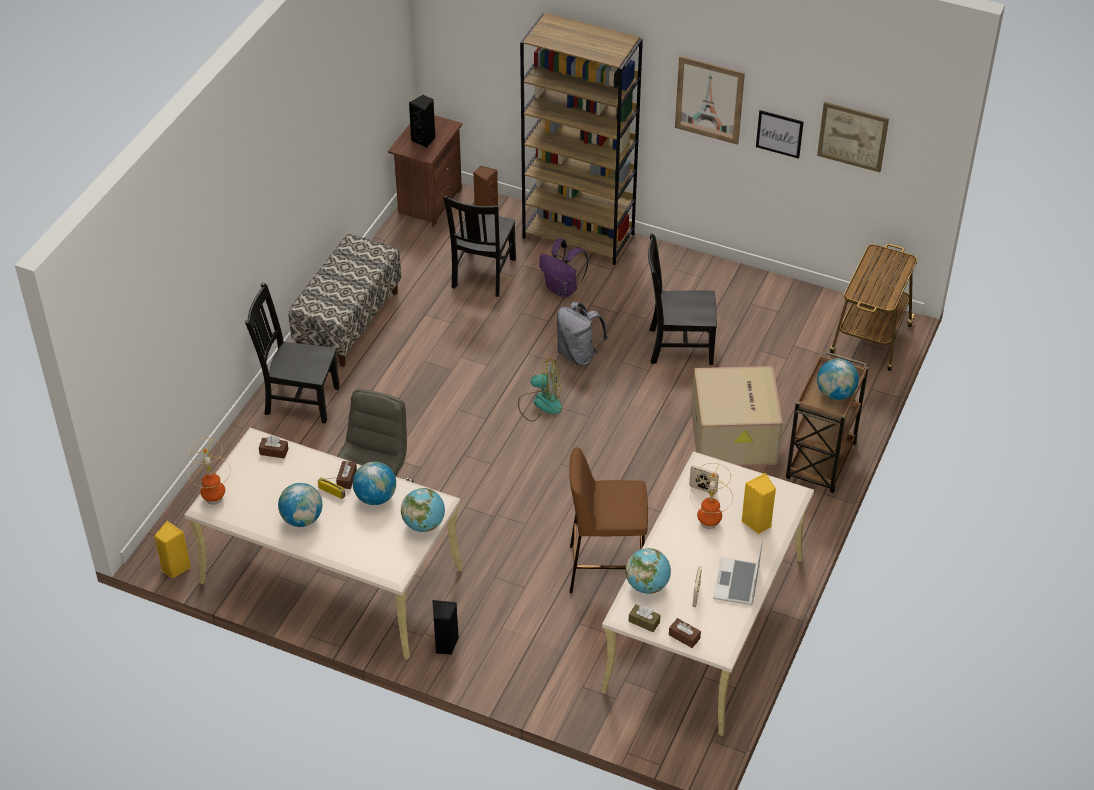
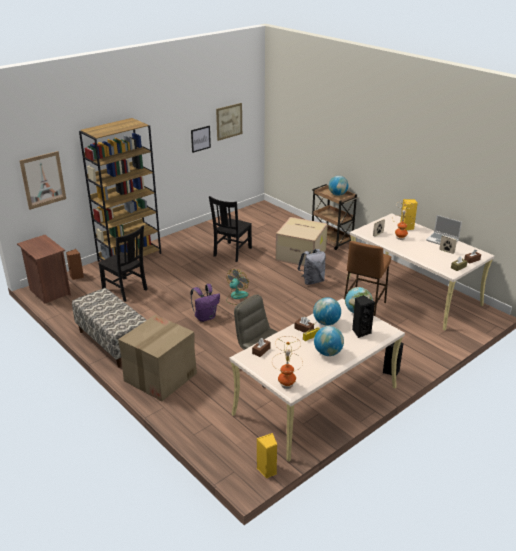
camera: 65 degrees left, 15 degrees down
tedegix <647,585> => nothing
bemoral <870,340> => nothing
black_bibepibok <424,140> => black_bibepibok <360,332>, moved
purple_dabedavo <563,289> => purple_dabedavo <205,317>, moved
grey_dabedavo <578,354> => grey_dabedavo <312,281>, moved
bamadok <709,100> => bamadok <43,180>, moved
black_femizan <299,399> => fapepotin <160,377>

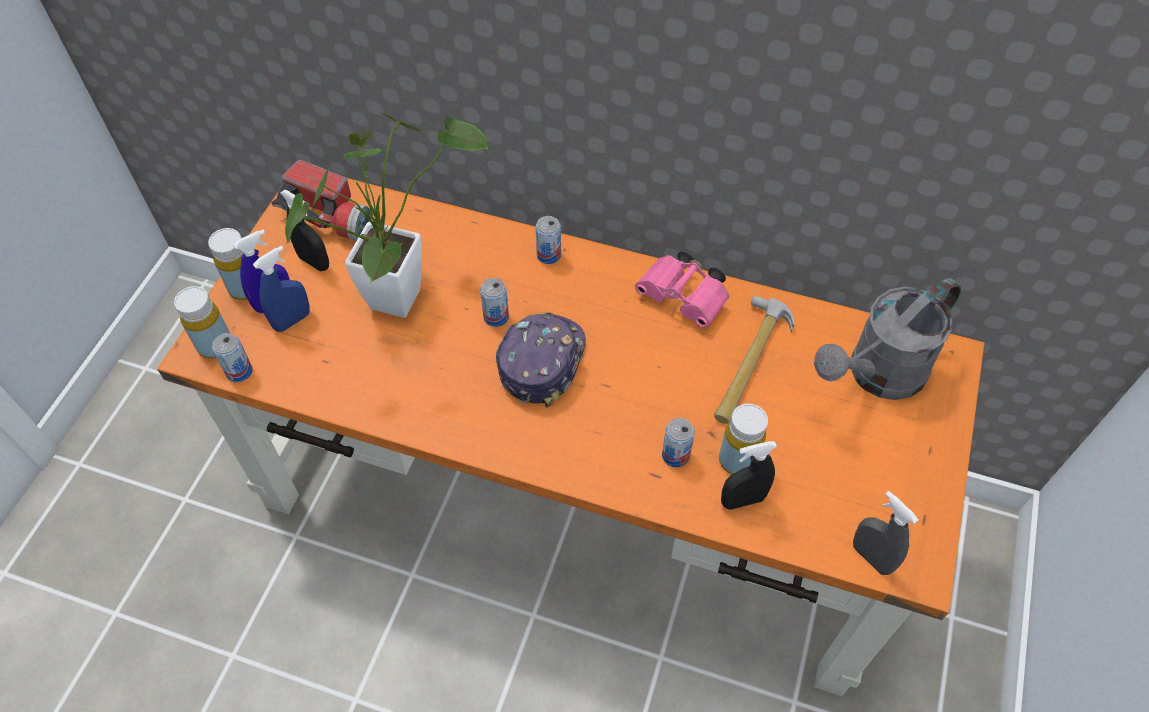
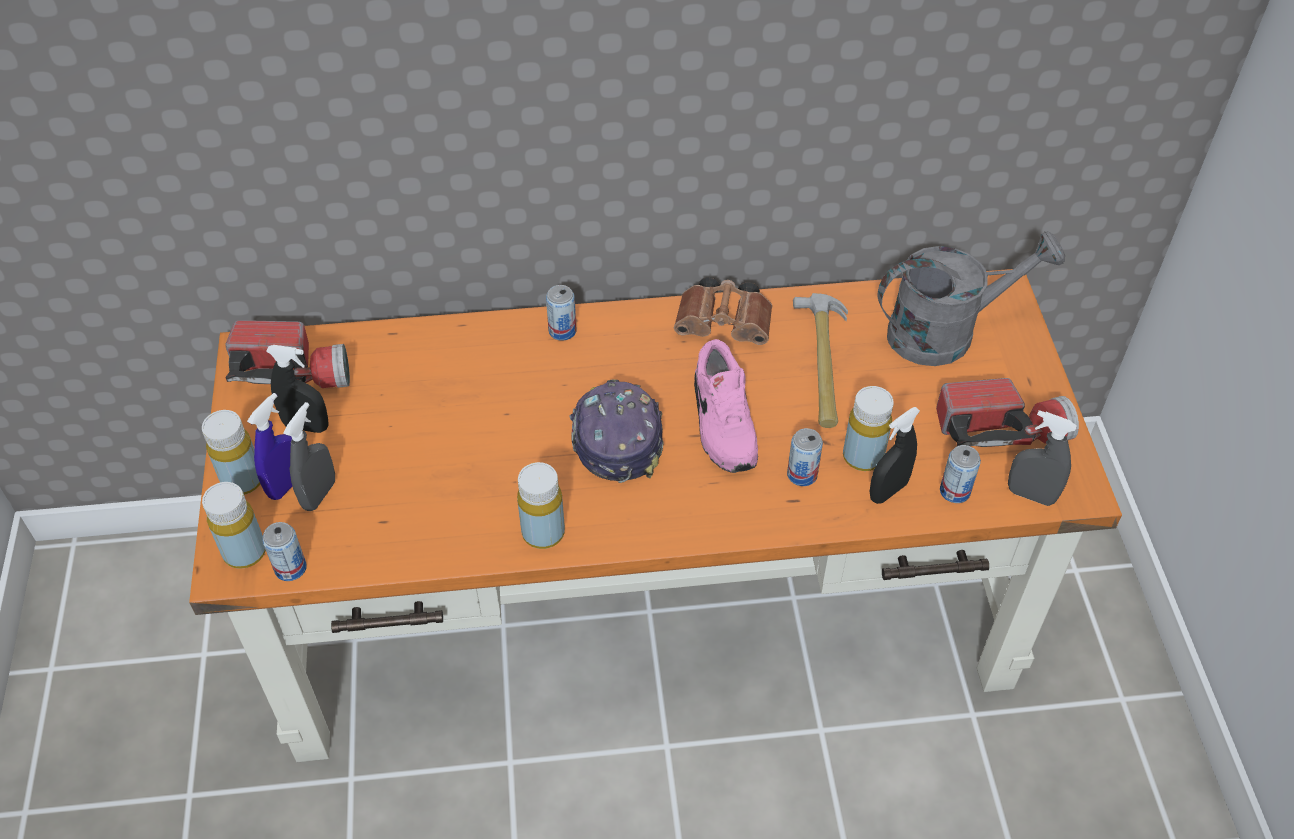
camera: 25 degrees left, 5 degrees down
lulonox <401,290> => nothing
nothing => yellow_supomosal <543,533>
nothing => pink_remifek <722,424>
nothing => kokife <1001,430>
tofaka <496,317> => tofaka <954,491>, moved
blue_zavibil <292,320> => grey_zavibil <319,494>
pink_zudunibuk <685,299> => brown_zudunibuk <726,325>
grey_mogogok <877,375> => grey_mogogok <946,332>, 135 degrees counterclockwise

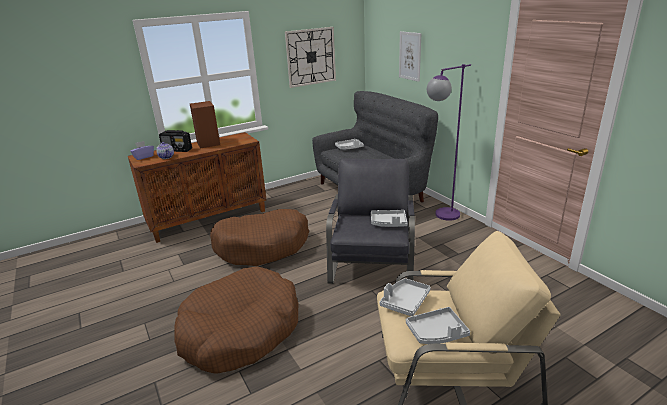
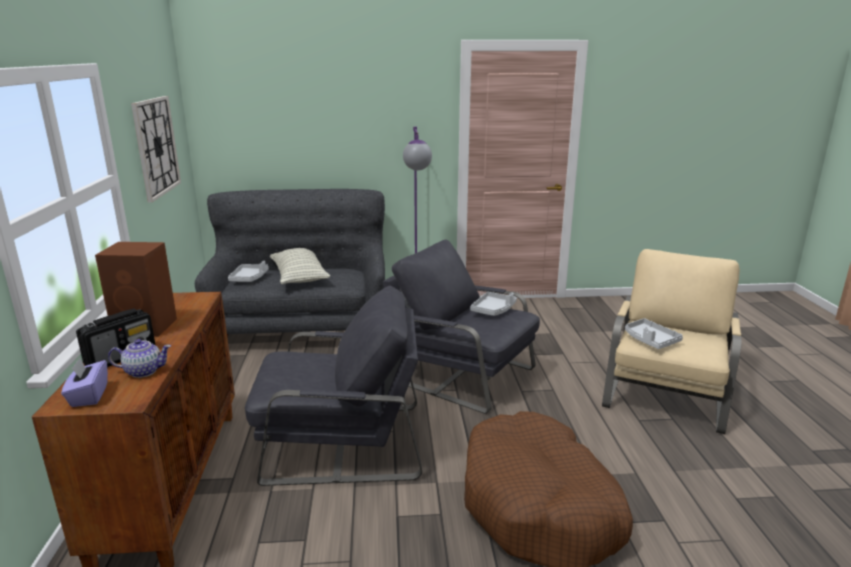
camera: 65 degrees left, 5 degrees down
bamadok <410,56> => nothing
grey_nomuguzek <437,333> => nothing
nothing => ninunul <299,277>
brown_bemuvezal <262,246> => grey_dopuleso <341,442>

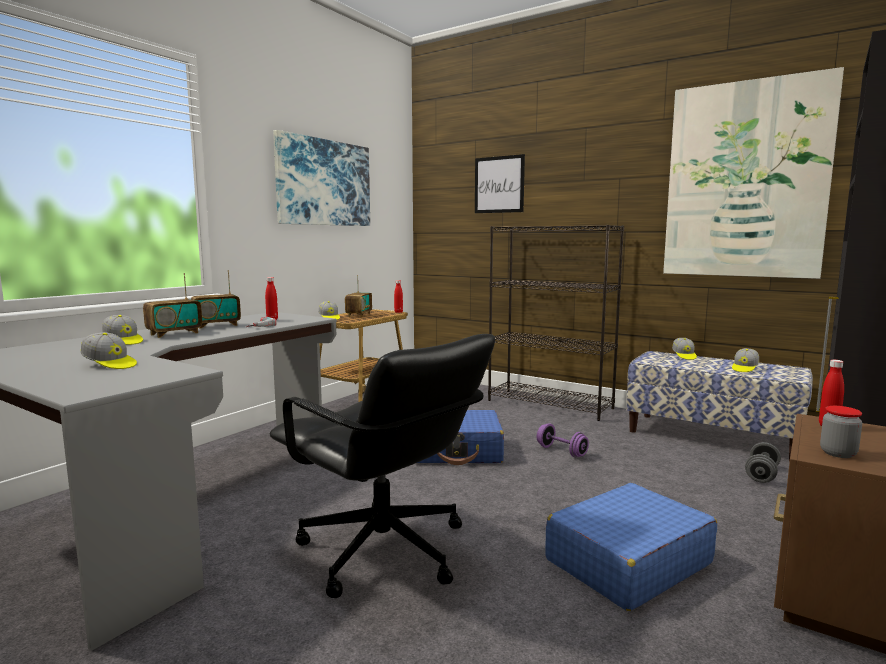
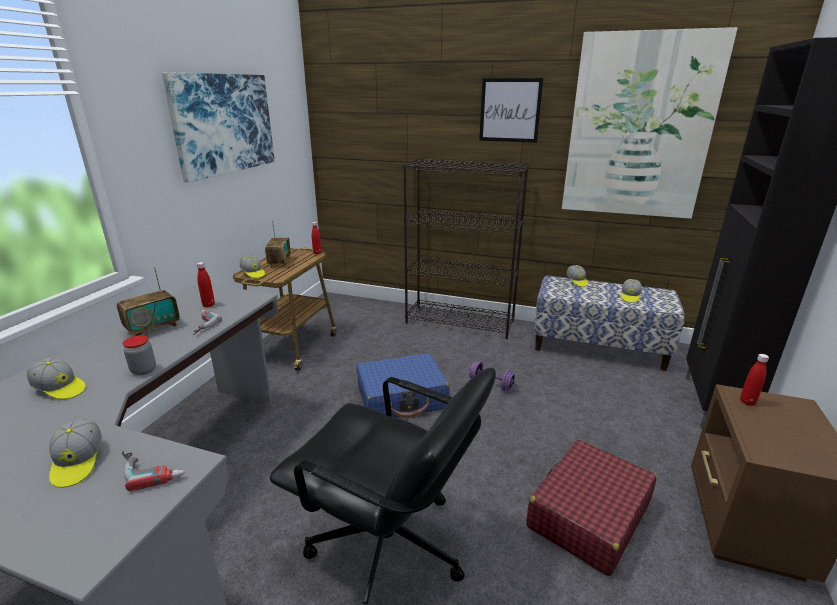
camera: 15 degrees left, 15 degrees up
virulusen <174,334> => nothing
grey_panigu <761,474> => nothing
nothing => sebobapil <153,467>
bamadok <499,184> => bamadok <510,110>, moved
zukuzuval <838,453> => zukuzuval <143,370>, moved
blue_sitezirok <627,561> => red_sitezirok <588,515>
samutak <110,365> => samutak <78,462>, 60 degrees clockwise

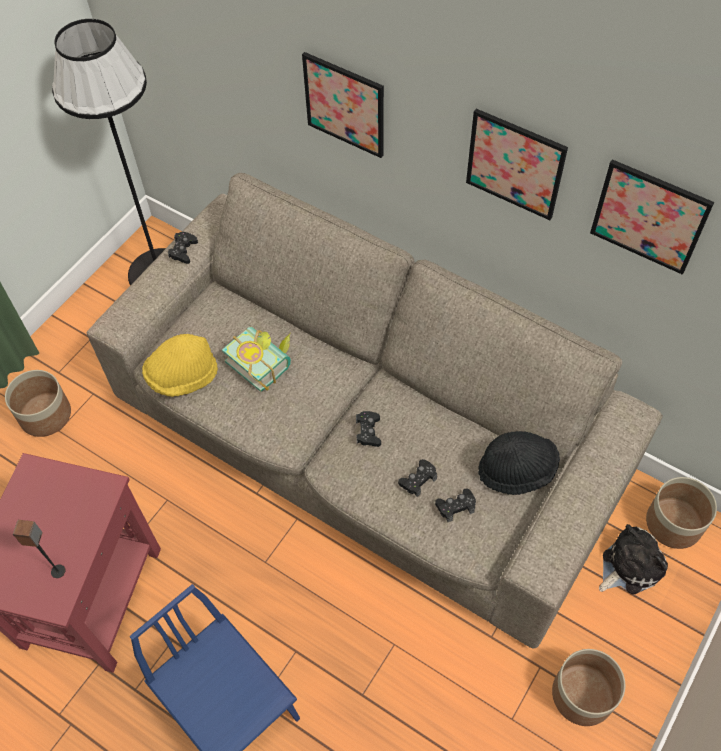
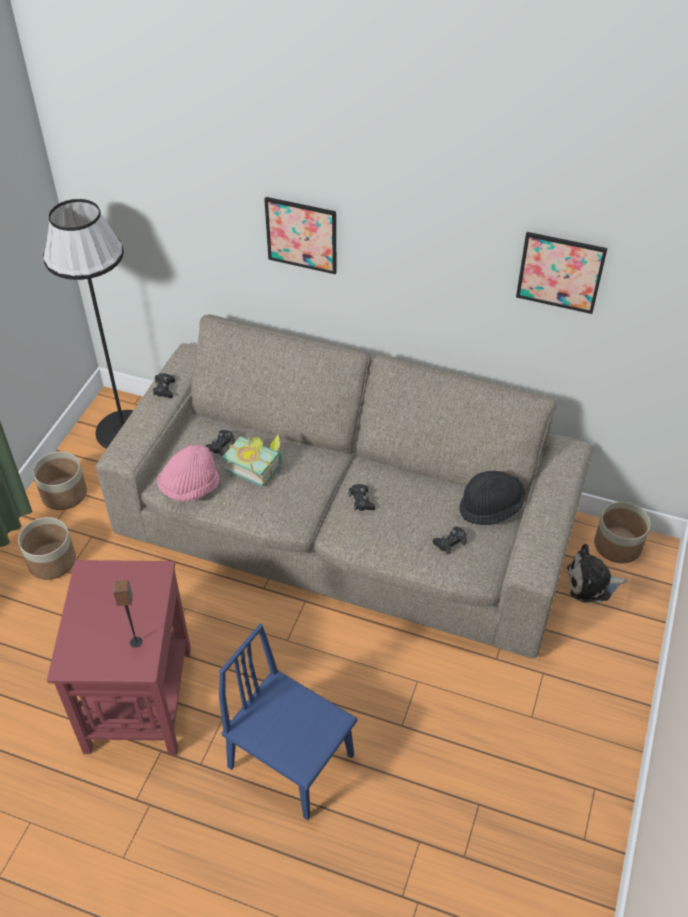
camera: 15 degrees left, 10 degrees down
bamadok <515,164> => nothing
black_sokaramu <418,480> => black_sokaramu <220,445>, moved
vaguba <582,694> => vaguba <64,494>, moved
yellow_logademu <182,376> => pink_logademu <189,487>
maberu <629,566> => maberu <592,583>, 135 degrees counterclockwise

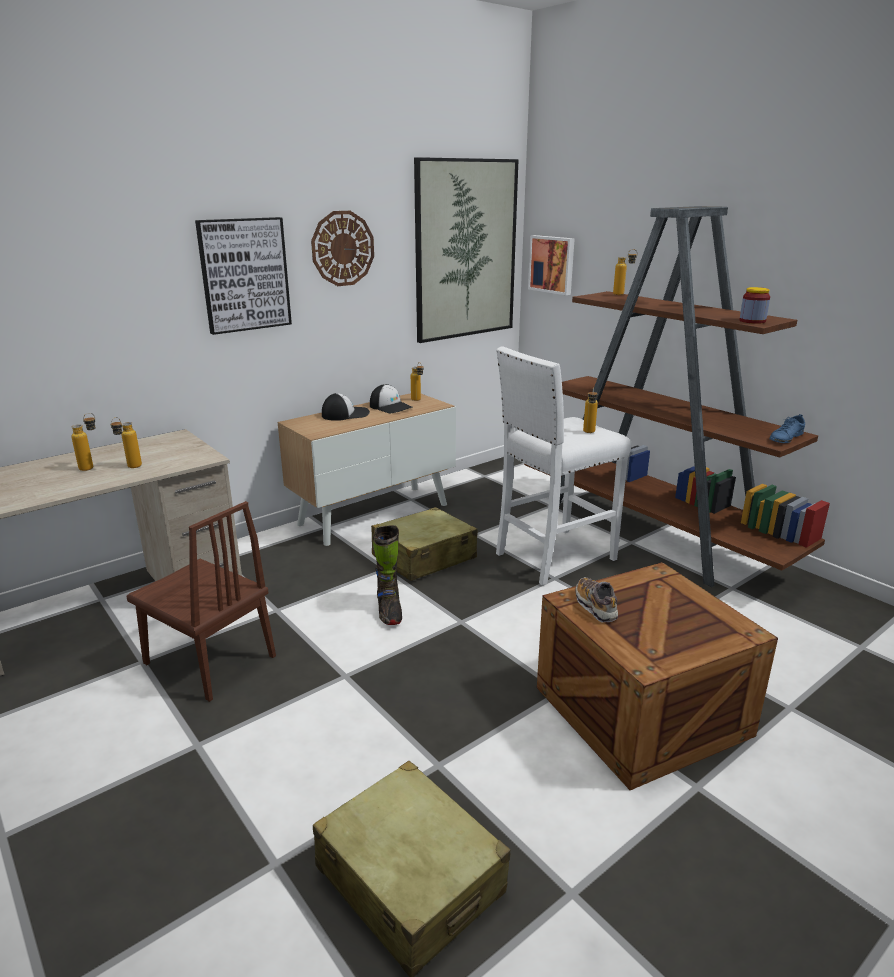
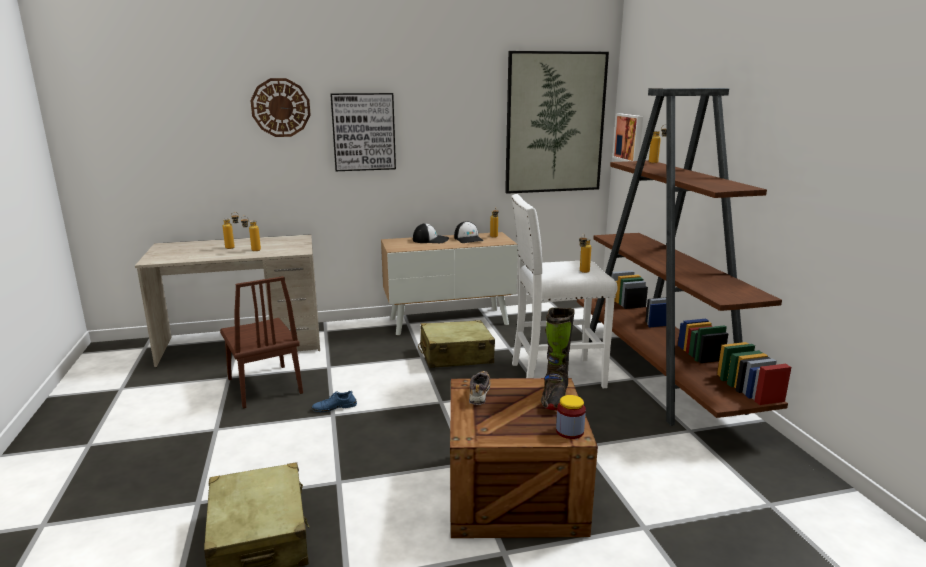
camera: 25 degrees right, 5 degrees down
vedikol <342,248> => vedikol <280,107>, moved
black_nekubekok <389,611> => black_nekubekok <554,398>, moved
zukuzuval <752,321> => zukuzuval <569,431>, moved
blue_remifek <786,438> => blue_remifek <334,407>, moved

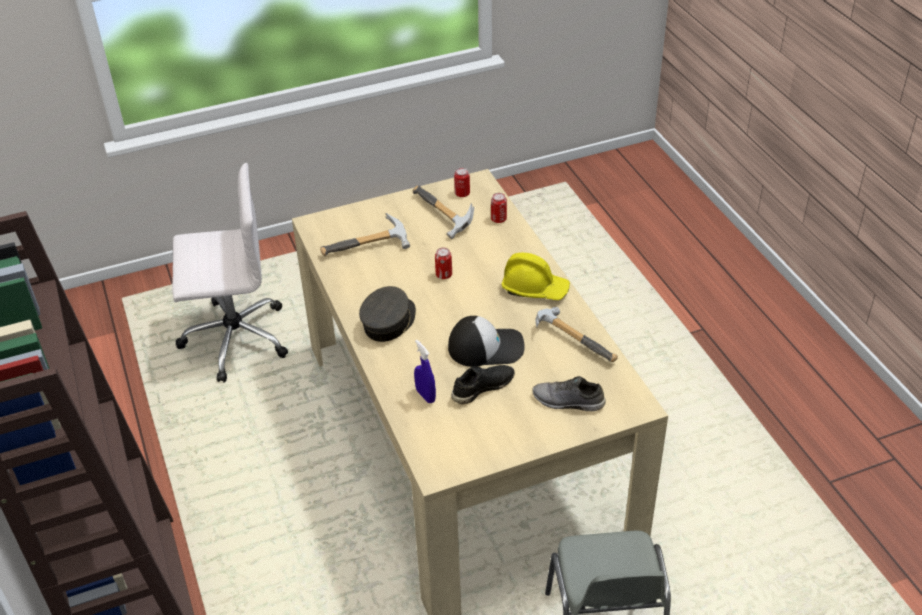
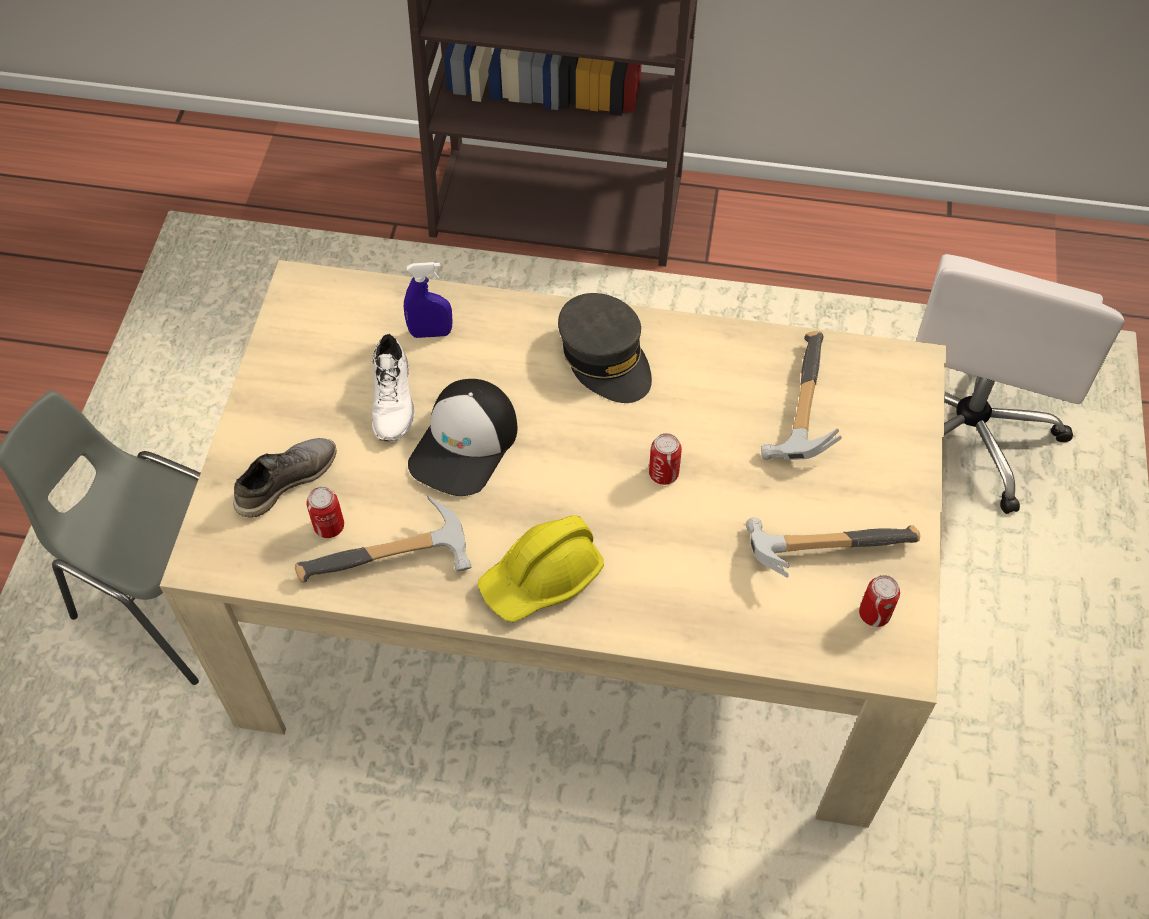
camera: 120 degrees right, 15 degrees up
tofaka <498,219> => tofaka <329,526>, moved
black_remifek <482,387> => white_remifek <394,399>

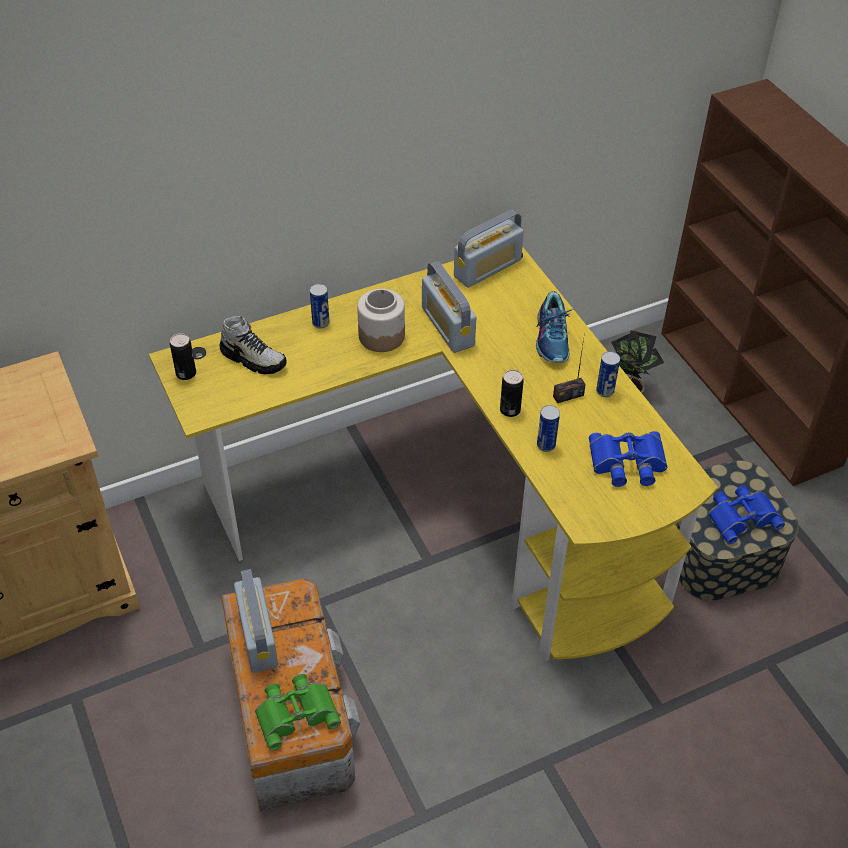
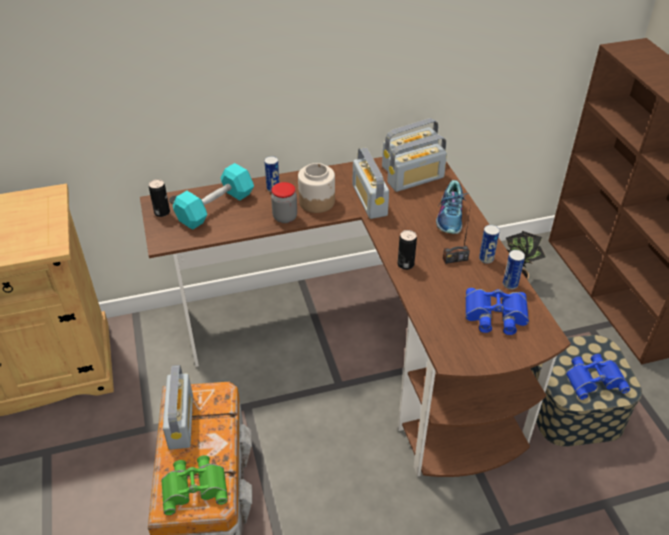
camera: 10 degrees right, 5 degrees down
nothing => zukuzuval <285,217>
nothing => virulusen <415,180>
tofaka <546,445> => tofaka <510,284>, moved
remifek <253,359> => turquoise_panigu <215,208>
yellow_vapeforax <452,505> => brown_vapeforax <365,346>

